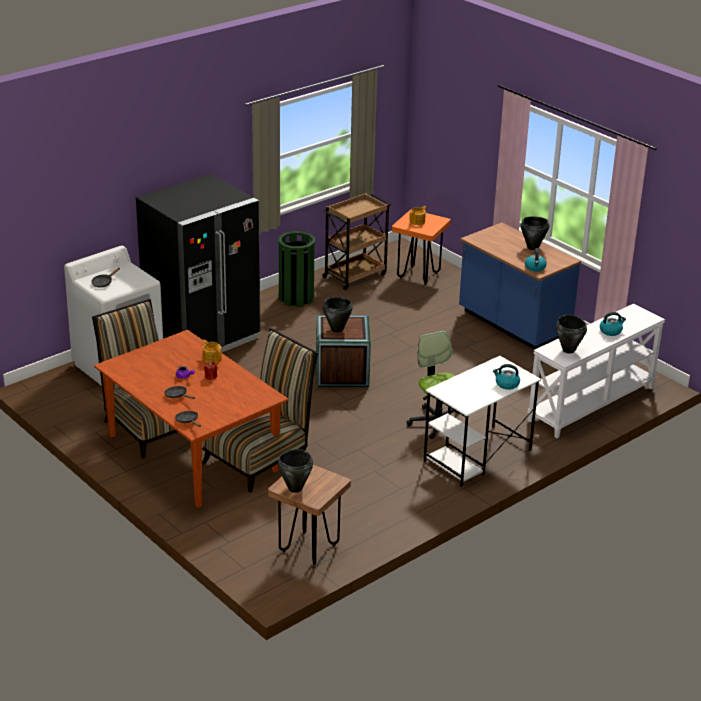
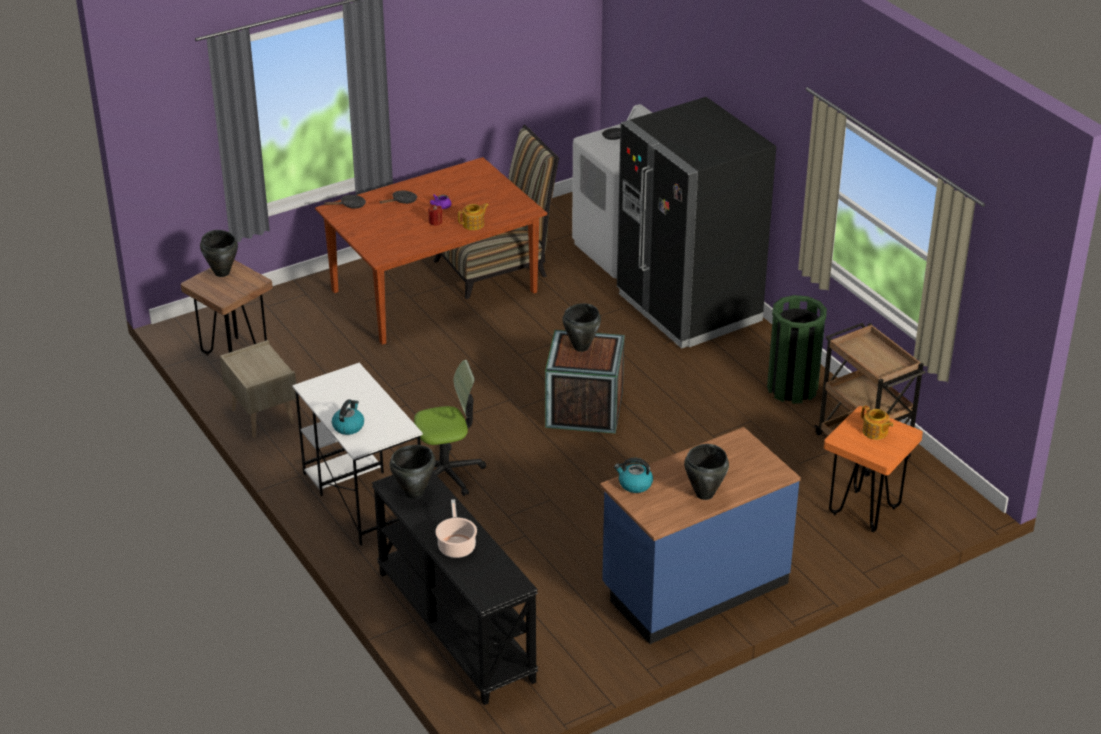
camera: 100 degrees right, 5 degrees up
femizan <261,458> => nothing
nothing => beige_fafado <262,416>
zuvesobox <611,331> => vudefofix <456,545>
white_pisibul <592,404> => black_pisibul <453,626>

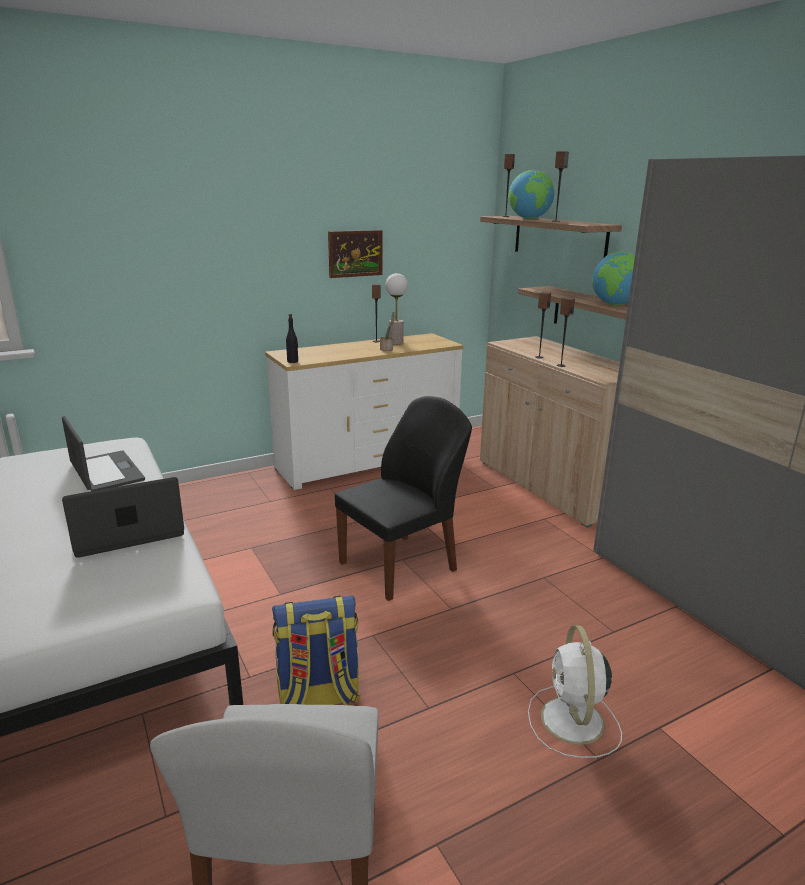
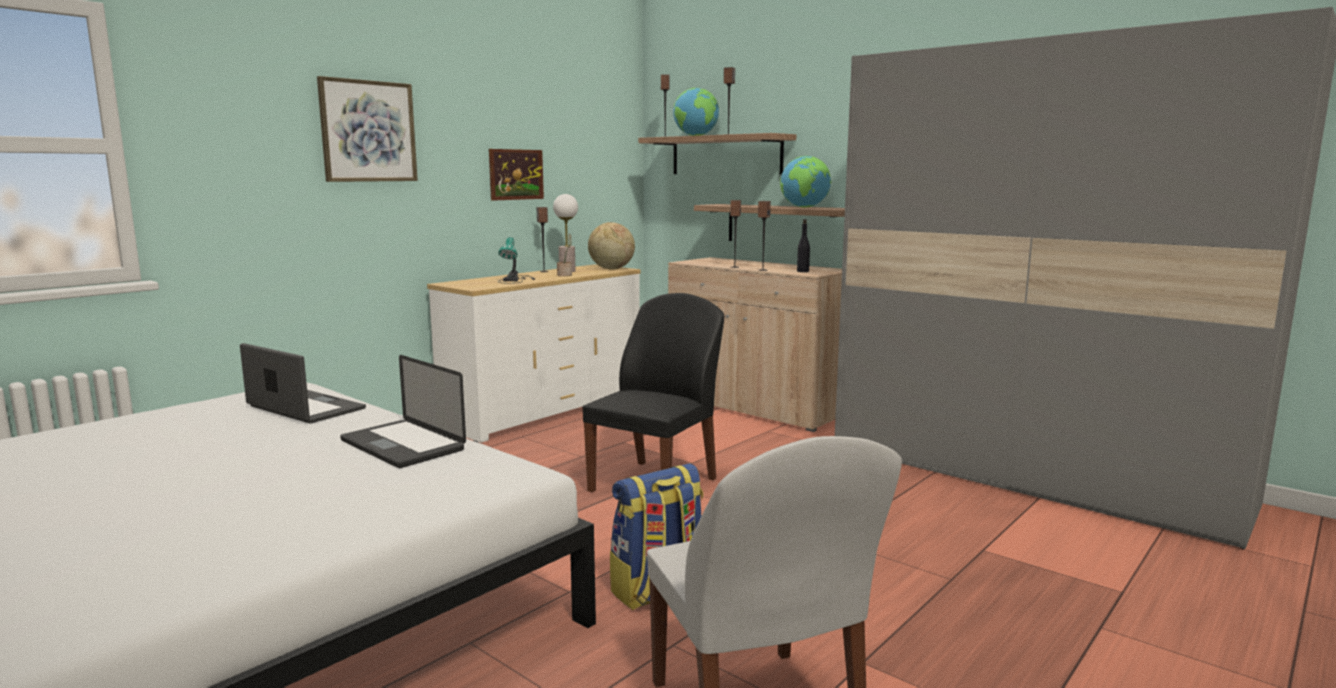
camera: 20 degrees left, 10 degrees down
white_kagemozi <572,722> => nothing
nothing => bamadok <368,131>
nothing => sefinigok <515,280>
nothing => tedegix <611,269>
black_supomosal <293,361> => black_supomosal <803,271>, moved
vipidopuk <128,534> => vipidopuk <402,445>, 90 degrees counterclockwise

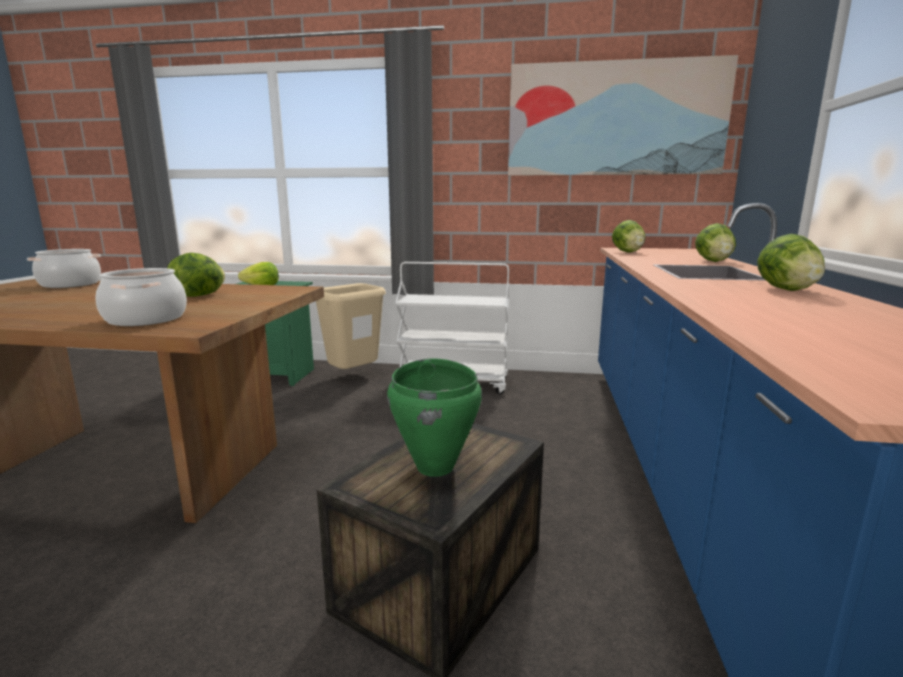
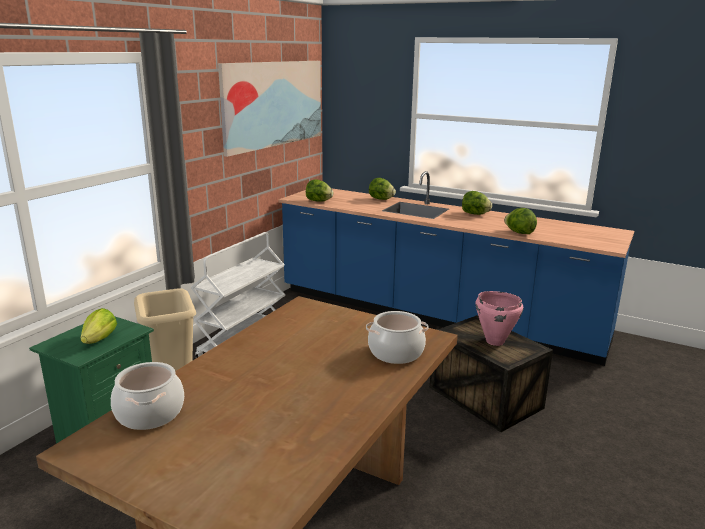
camera: 70 degrees left, 5 degrees up
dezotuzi <200,296> => dezotuzi <519,233>, moved
green_vudefofix <436,466> => pink_vudefofix <494,341>

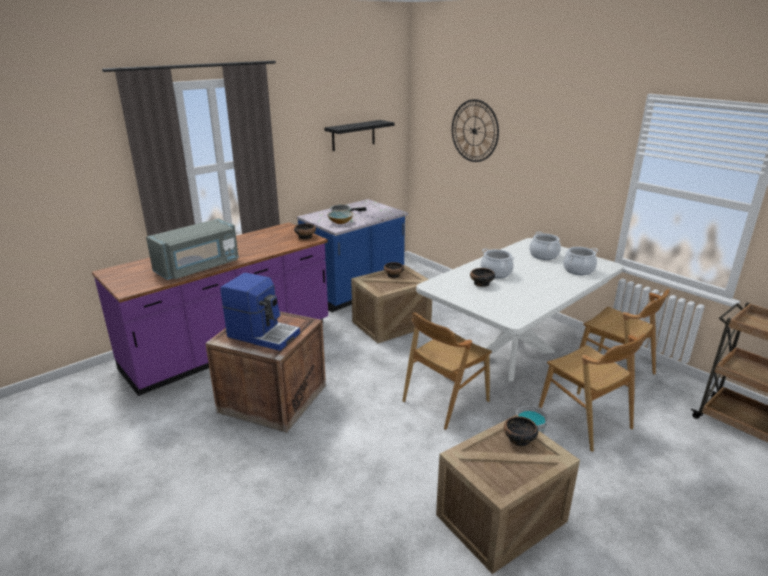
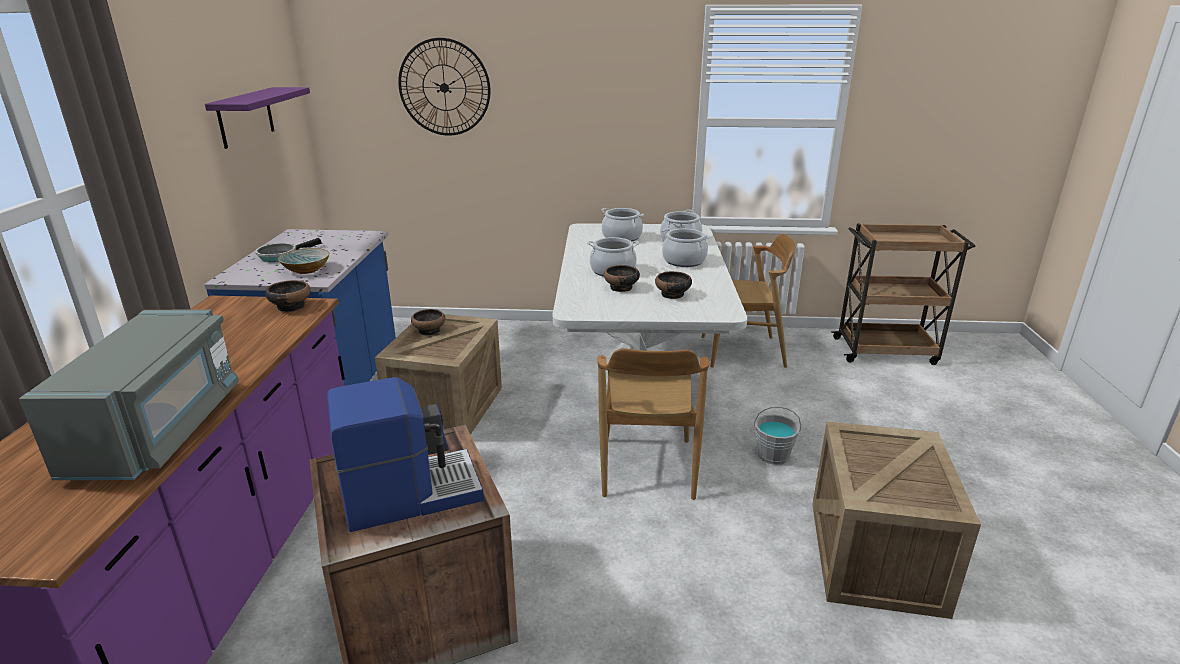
camera: 45 degrees left, 0 degrees up
brown_femizan <584,421> => nothing
nothing => vudefofix <684,261>
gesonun <519,439> => gesonun <672,294>, moved
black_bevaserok <353,135> => purple_bevaserok <245,117>

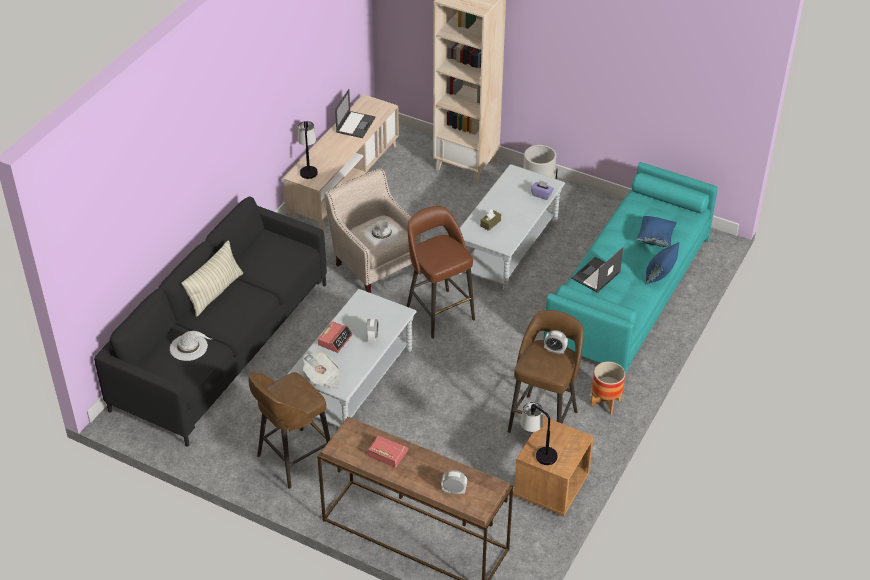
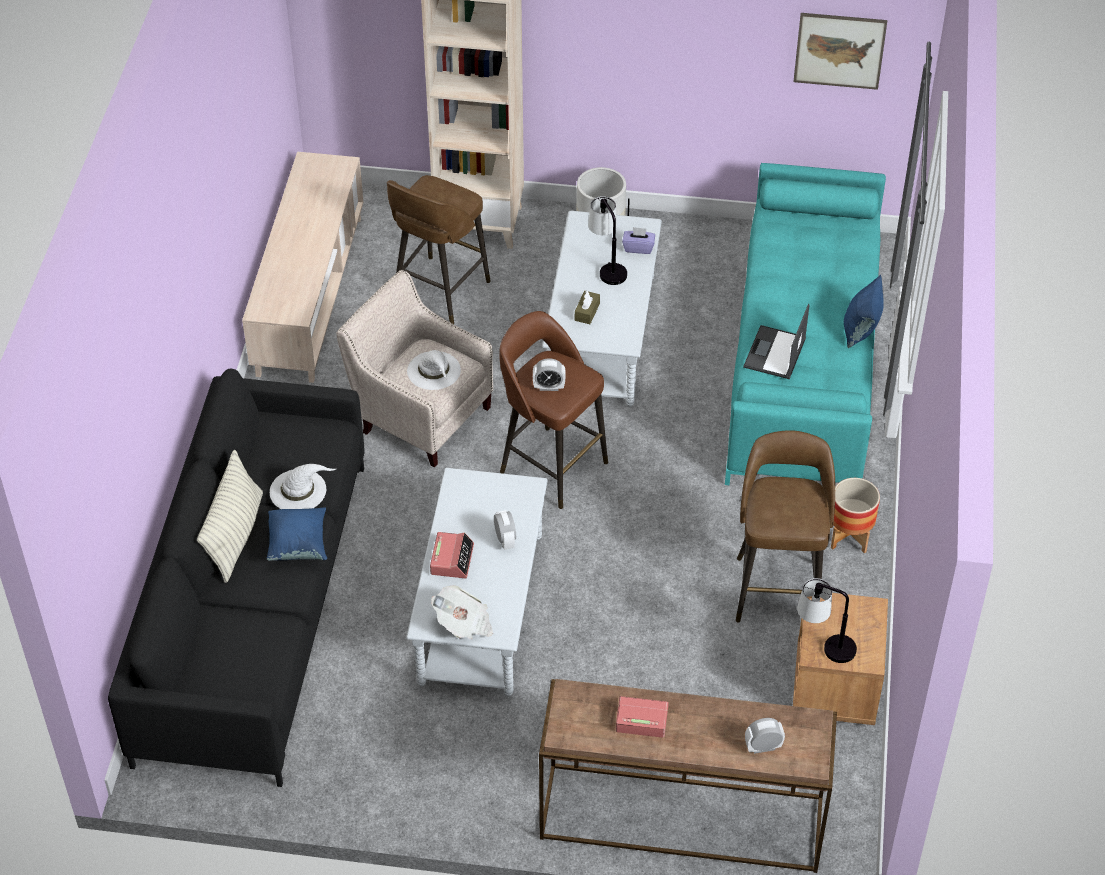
camera: 20 degrees left, 5 degrees up
vipidopuk <355,124> => nothing
nothing => bamadok <839,50>
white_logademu <189,347> => white_logademu <299,490>, moved
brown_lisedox <293,459> => brown_lisedox <439,292>, moved
sefinigok <308,168> => sefinigok <607,266>, moved
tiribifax <555,350> => tiribifax <549,387>, moved
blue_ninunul <655,239> => blue_ninunul <298,545>, moved

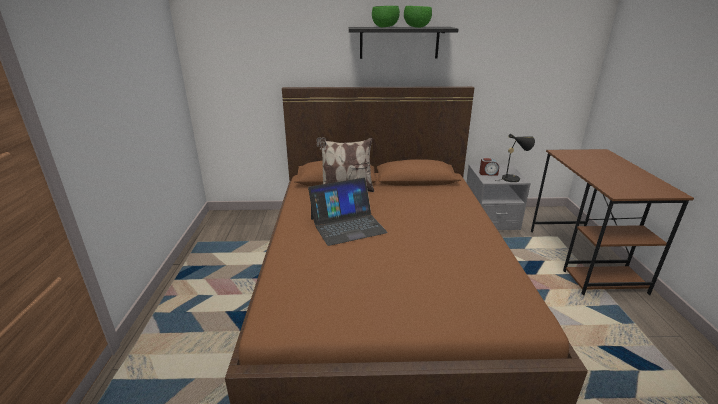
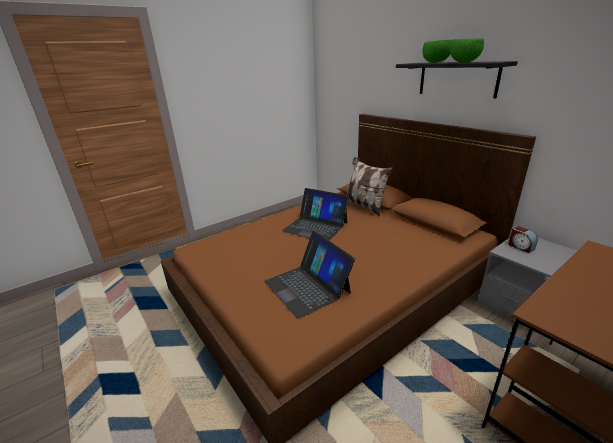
camera: 55 degrees right, 0 degrees up
black_sefinigok <512,178> => nothing
nothing => vipidopuk <307,287>

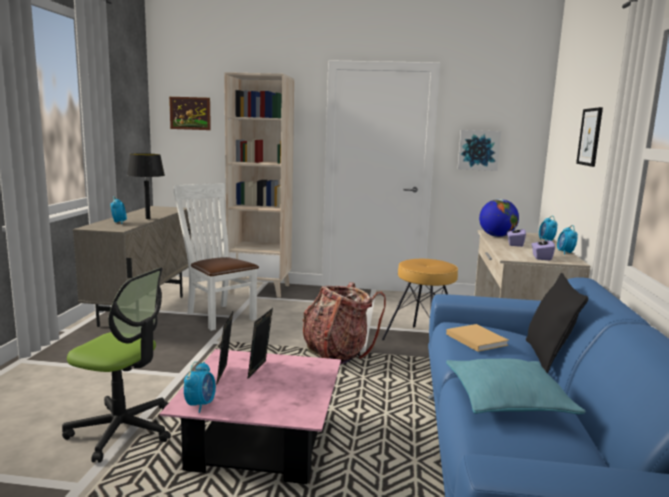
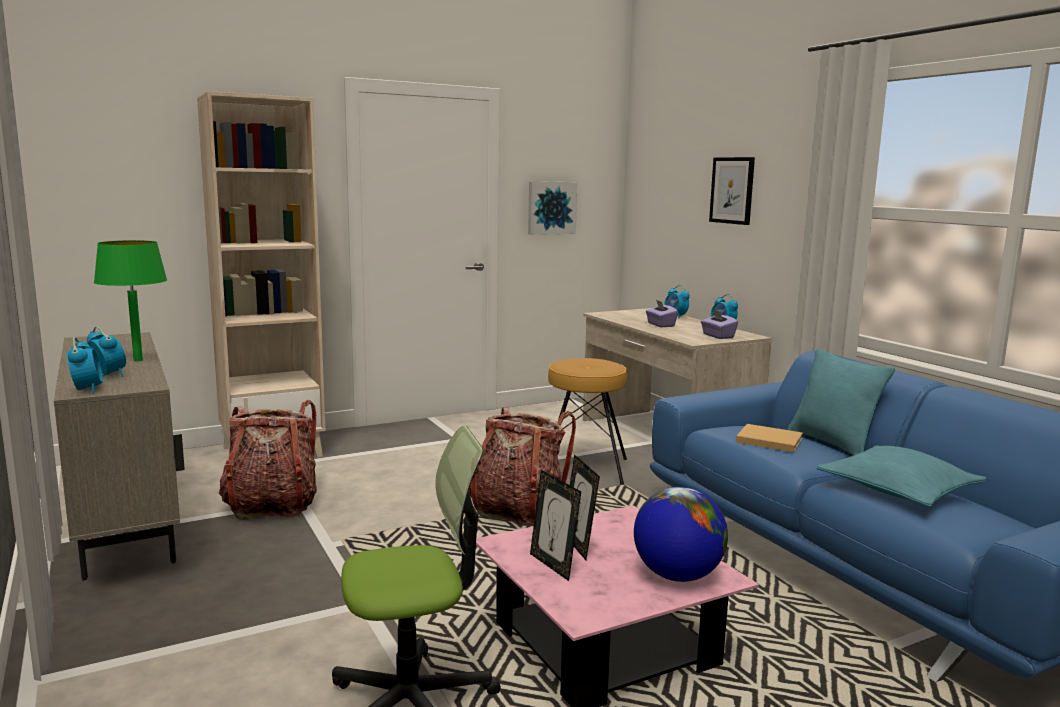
camera: 35 degrees left, 0 degrees up
bamadok <190,113> => nothing
tiribifax <200,405> => tiribifax <87,390>, moved
tedegix <497,236> => tedegix <677,575>, moved
white_femizan <218,315> => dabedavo <271,505>
black_sefinigok <147,218> => green_sefinigok <137,360>
black_ninunul <547,357> => turquoise_ninunul <832,443>

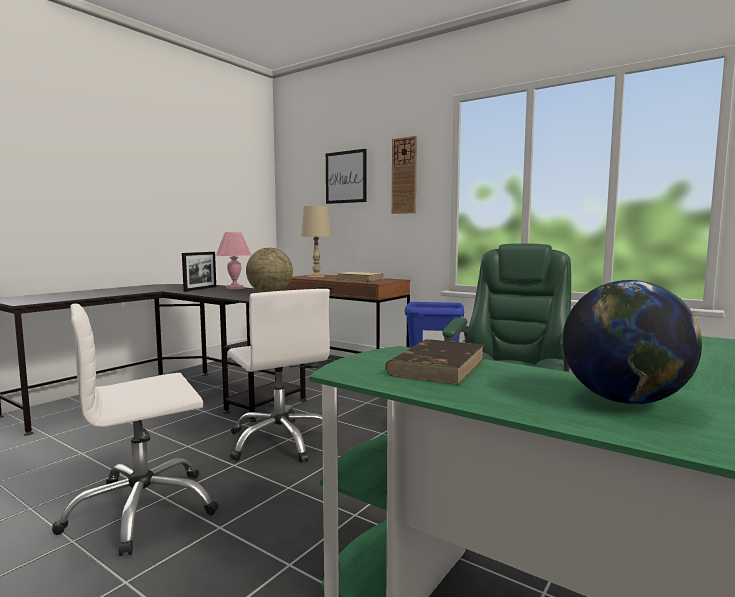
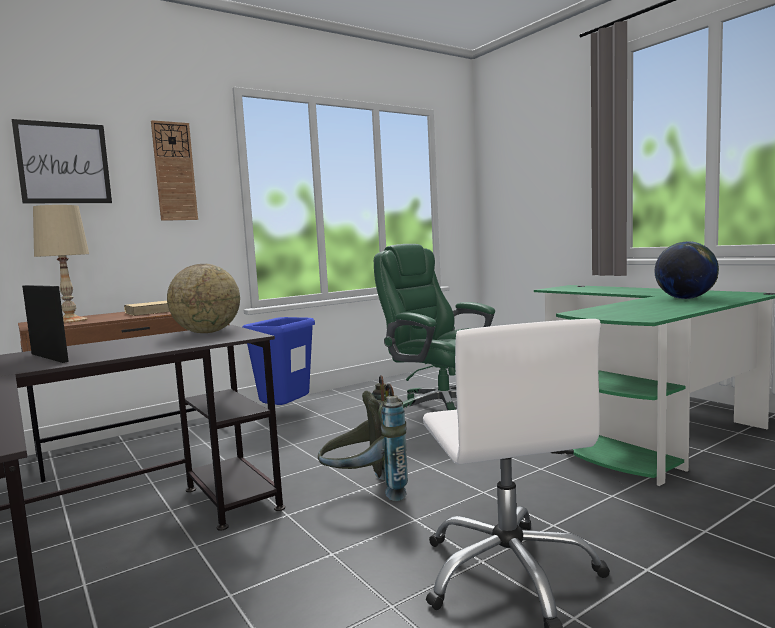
camera: 70 degrees left, 0 degrees up
pink_sefinigok <235,288> => nothing
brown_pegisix <438,366> => nothing
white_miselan <281,441> => grey_dabedavo <365,492>

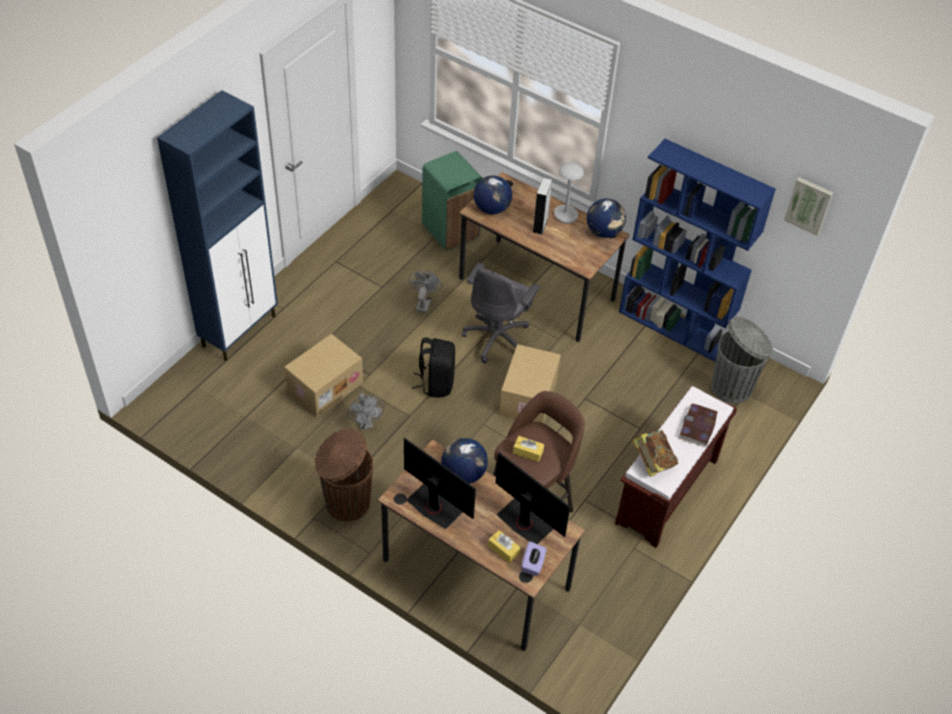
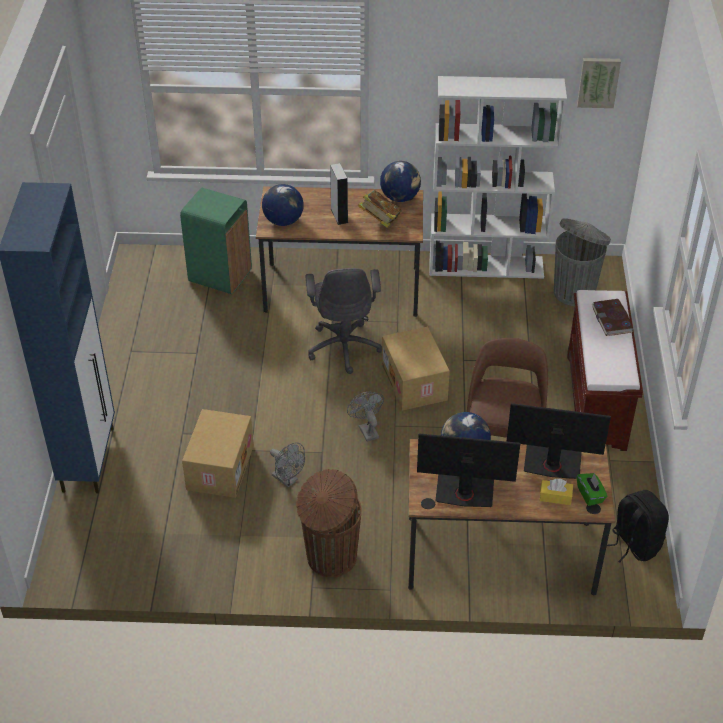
camera: 30 degrees left, 5 degrees down
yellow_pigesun <528,452> => nothing
grey_sefinigok <565,215> => nothing
grey_kagemozi <423,303> => grey_kagemozi <366,429>, moved
black_dabedavo <436,383> => black_dabedavo <634,544>, moved
pegisix <653,462> => pegisix <379,221>, moved
purple_pigesun <533,564> => green_pigesun <590,495>
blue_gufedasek <674,327> => white_gufedasek <486,266>

